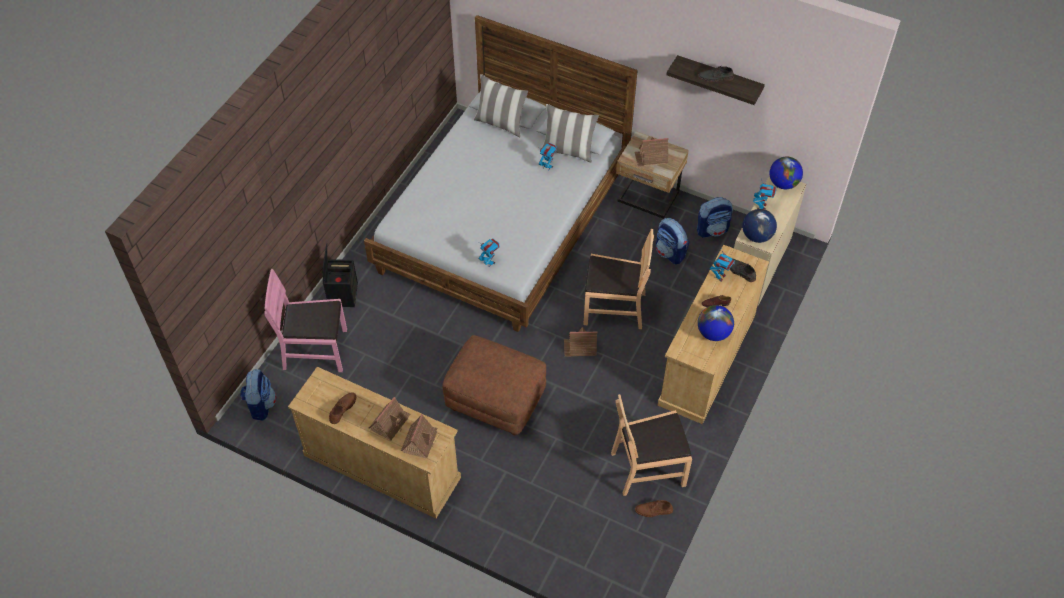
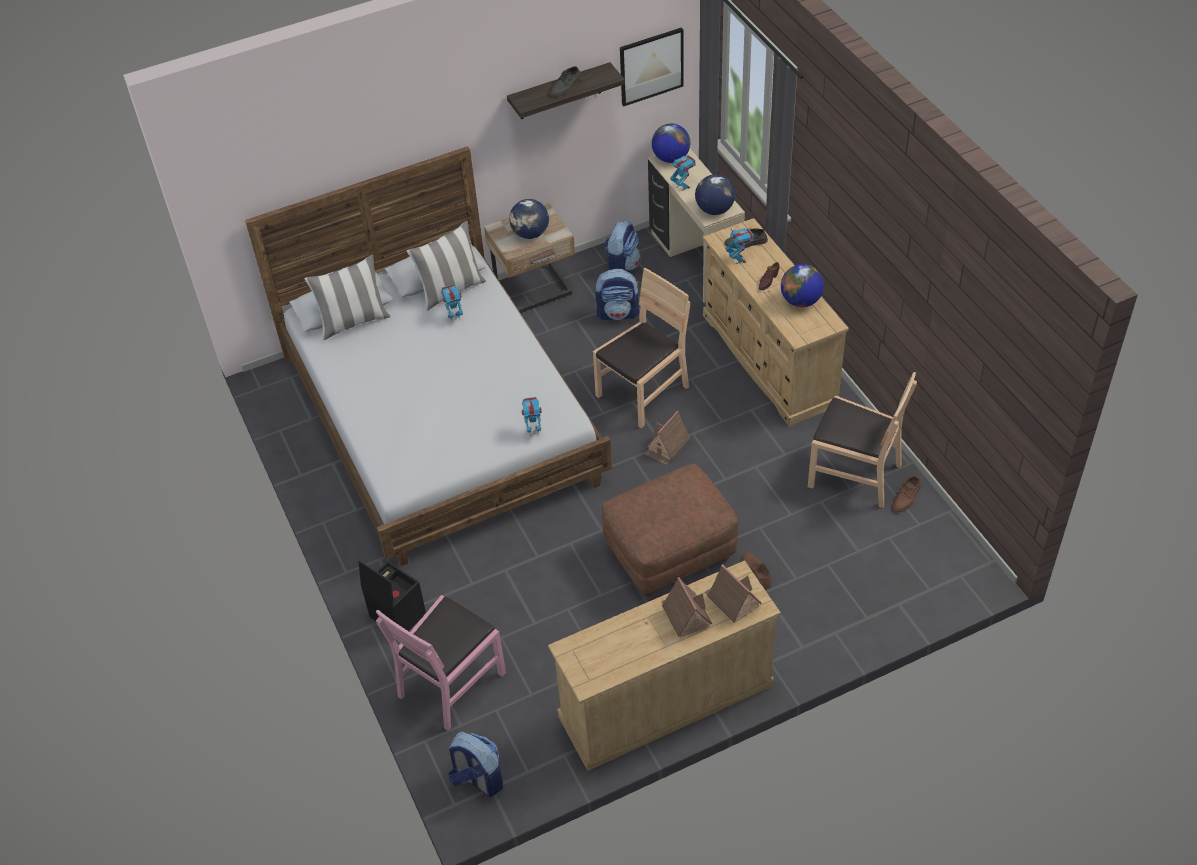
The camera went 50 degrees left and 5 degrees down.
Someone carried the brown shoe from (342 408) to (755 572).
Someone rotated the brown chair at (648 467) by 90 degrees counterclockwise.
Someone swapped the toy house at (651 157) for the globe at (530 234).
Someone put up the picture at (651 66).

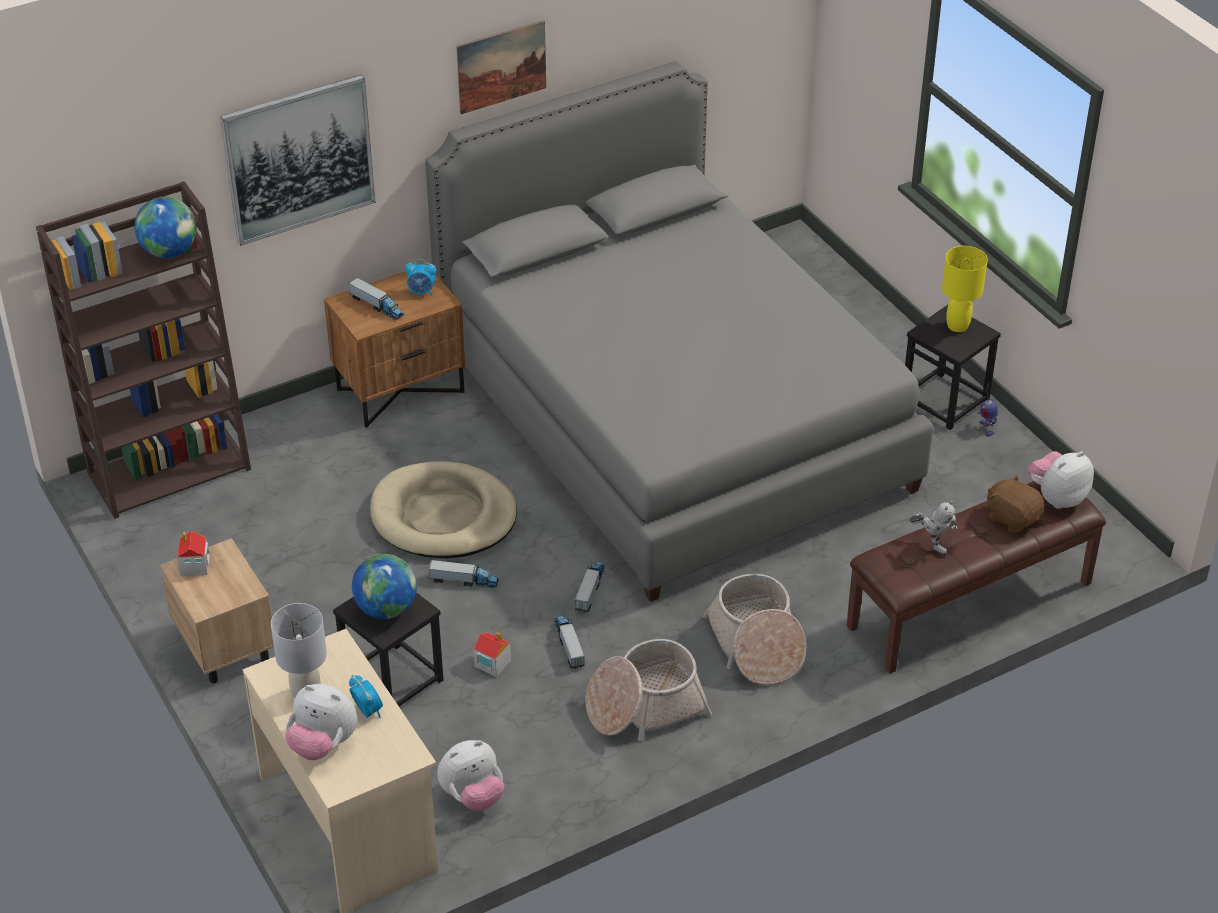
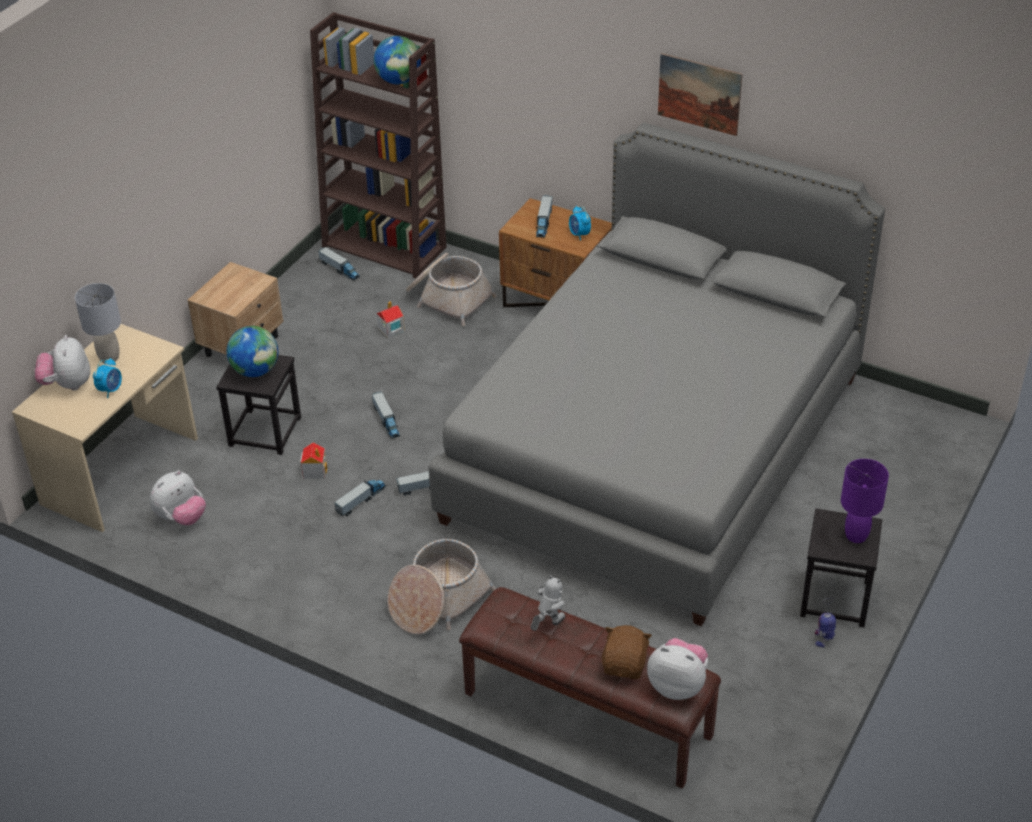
The camera went 60 degrees right and 0 degrees up.
Someone carried the toy house from (195 566) to (390 329).
Someone took away the picture at (299 159).
Someone took away the beige dog bed at (443 516).
Someone rotated the plush toy at (472 796) by 75 degrees counterclockwise.
Someone carried the basket from (644 706) to (448 298).
Someone rotated the toy robot at (932 544) by 150 degrees counterclockwise.
Someone repainted the yellow table lamp at (957 326), which became the purple table lamp at (855 536).
Someone put down the toy truck at (339 269).

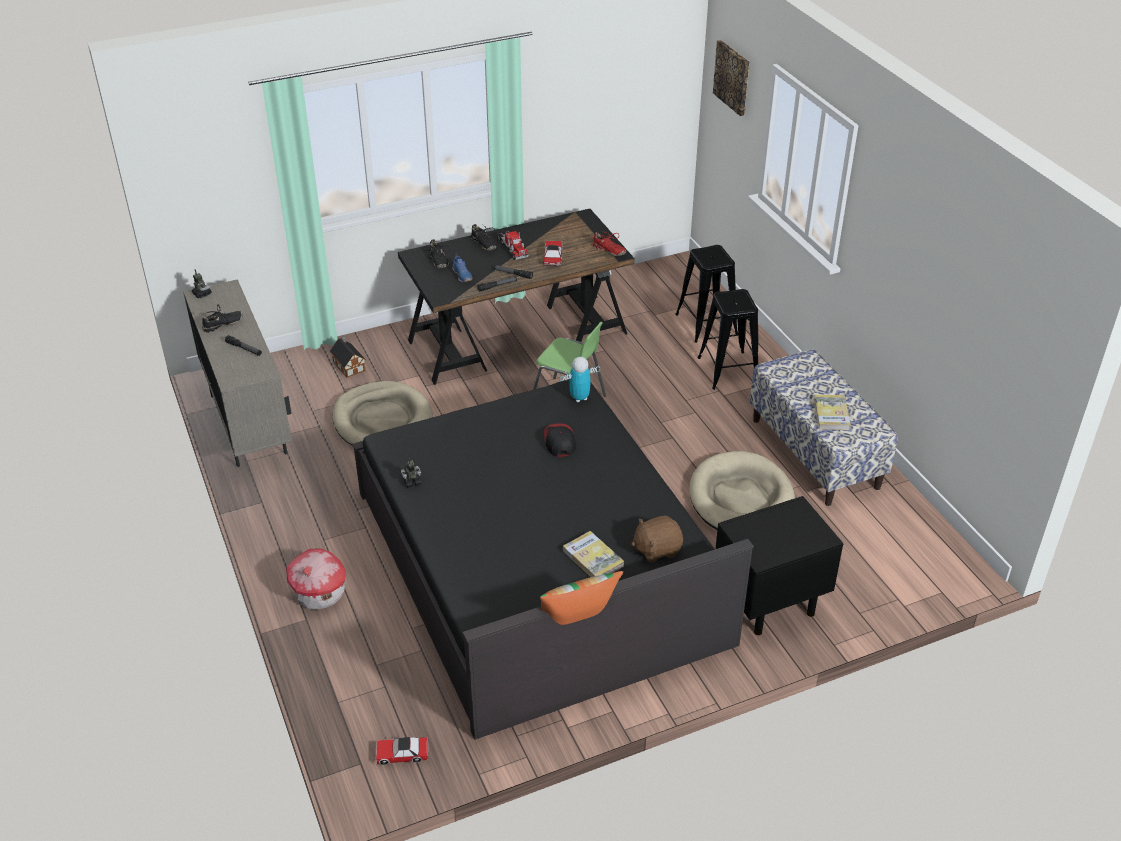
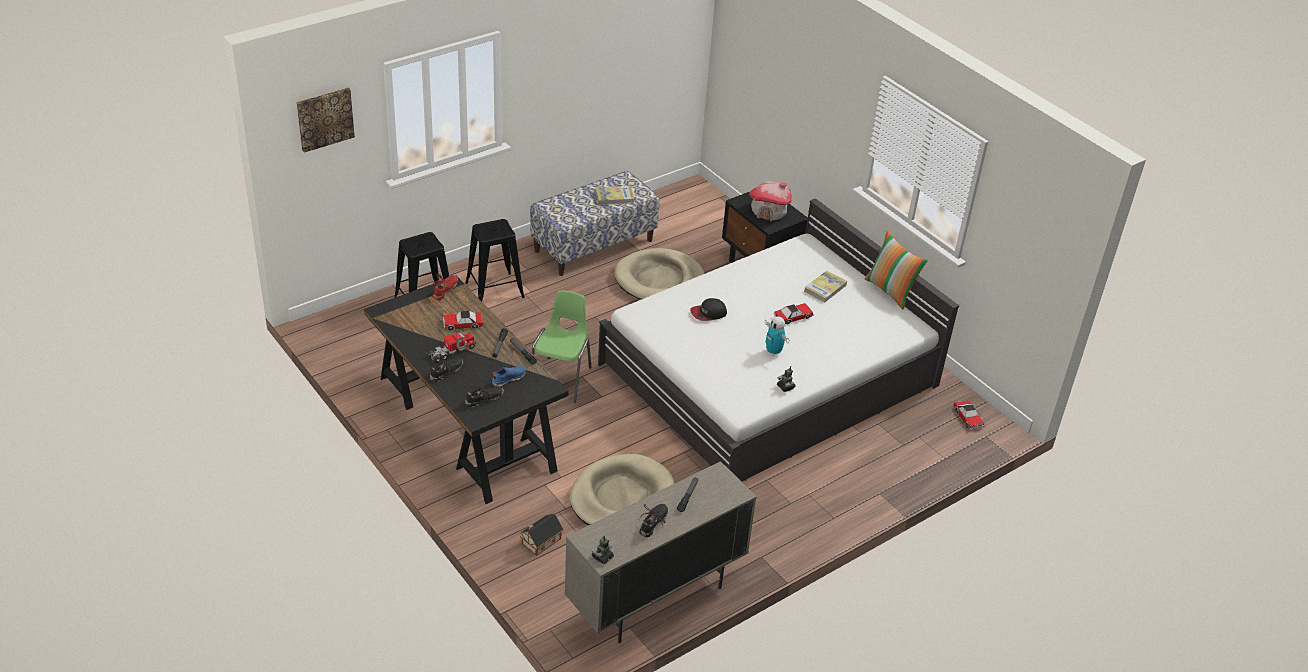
The camera went 105 degrees left and 0 degrees up.
Someone rotated the black shoe at (223 325) by 75 degrees clockwise.
Someone carried the toy house from (320 594) to (769 212).
Someone repainted the black bed at (538 566), which became the white bed at (769 375).
Someone carried the toy robot from (579 398) to (773 352).
Someone took away the brown plush toy at (656 549).
Someone put down the toy car at (793 317).

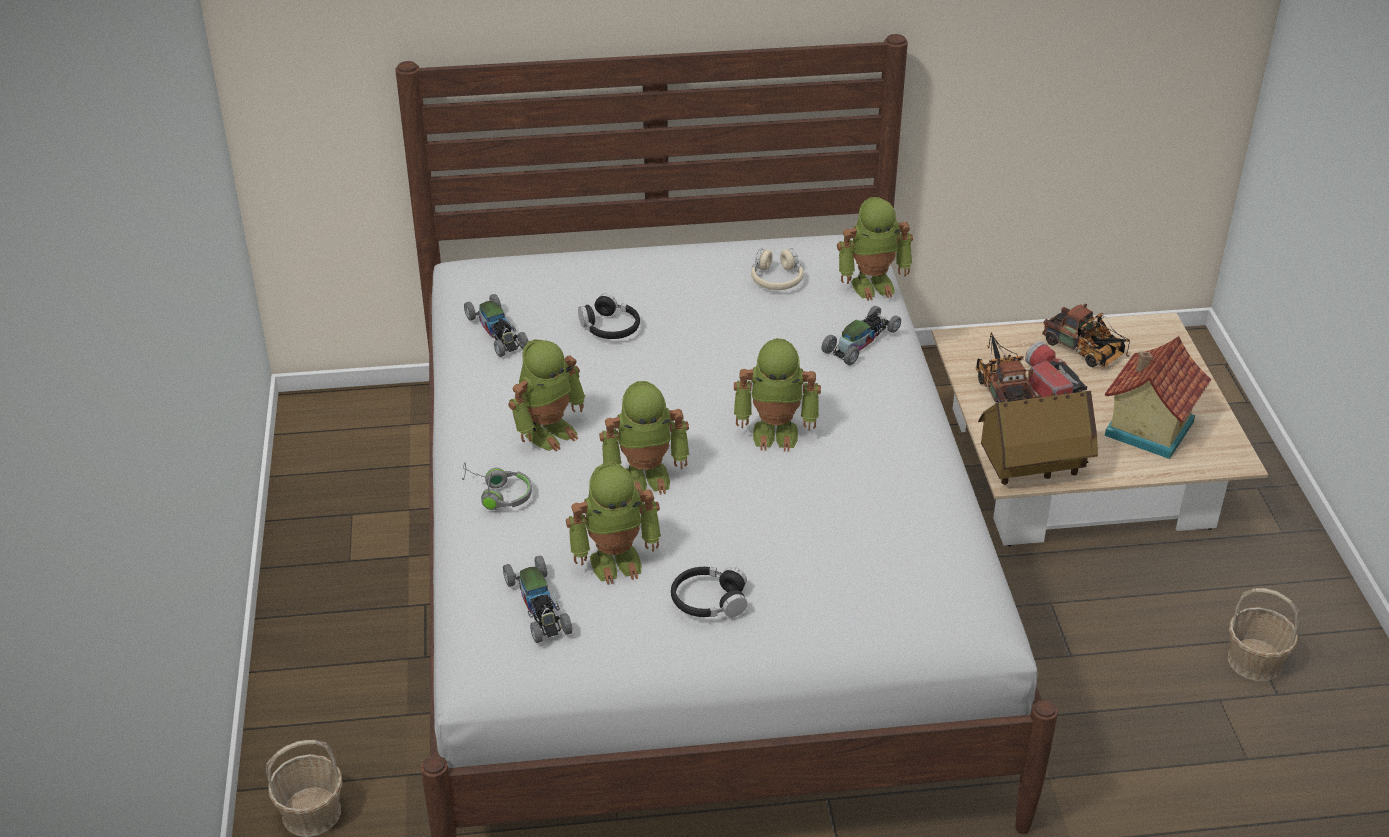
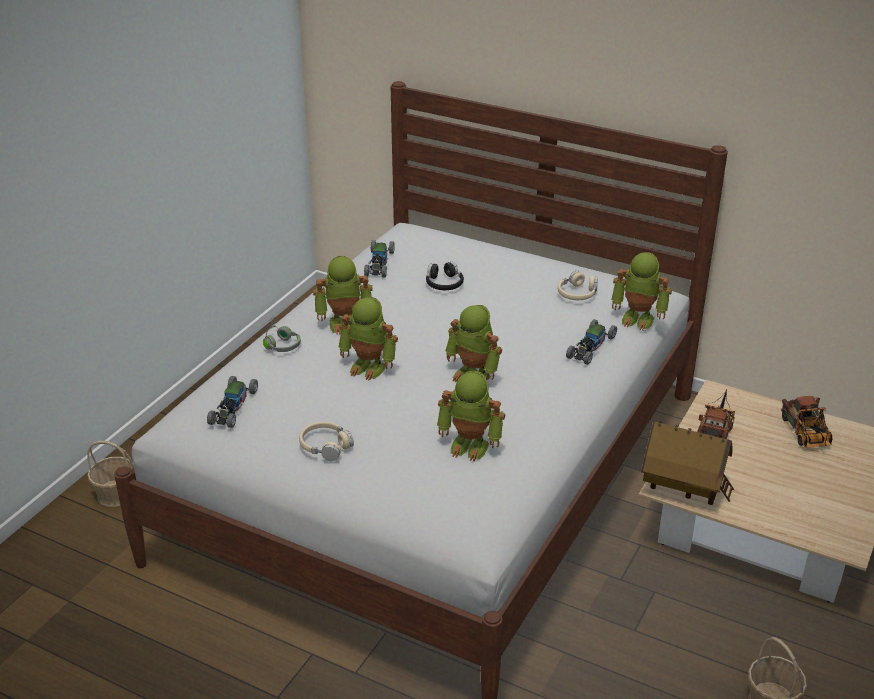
The camera went 35 degrees right and 5 degrees down.
Someone carried the toy robot from (615 560) to (470 445).
Someone repainted the black headphones at (708 601), which became the beige headphones at (325 446).
Someone rotated the toy car at (861 341) by 135 degrees clockwise.
Someone took away the flashlight at (1048 384).
Someone took away the toy house at (1146 428).

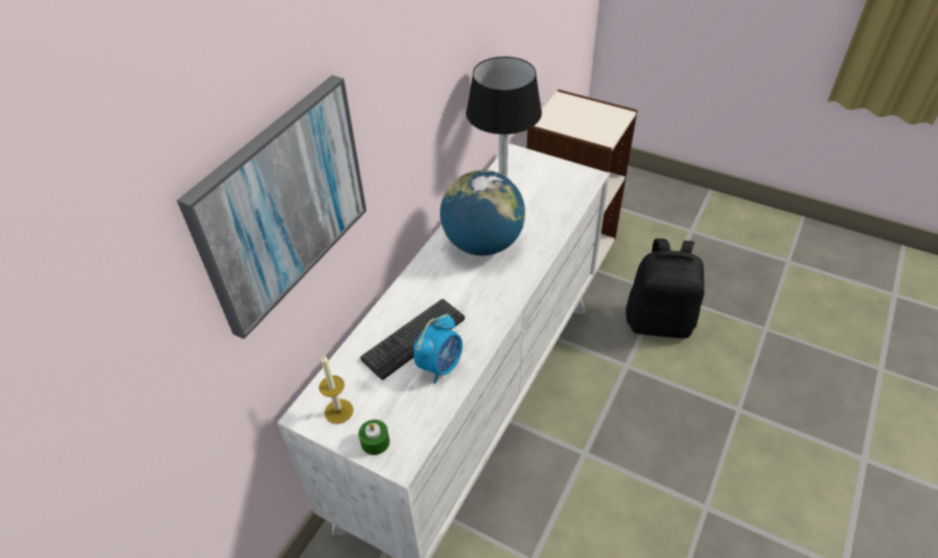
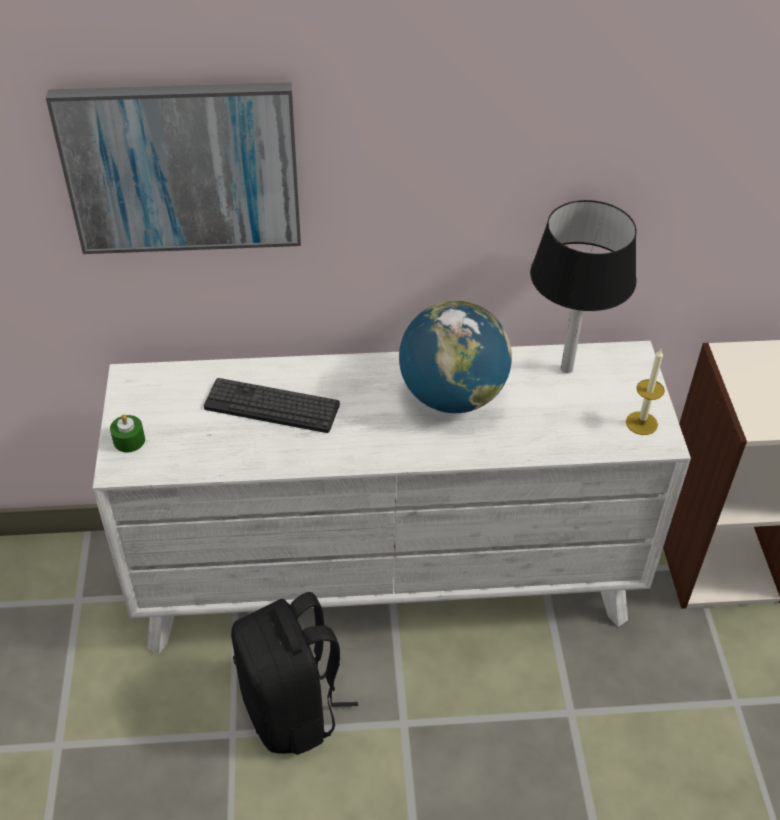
The camera went 55 degrees right and 0 degrees up.
Someone carried the candle from (339 411) to (641 423).
Someone took away the alarm clock at (440 366).
Someone carried the black backpack from (659 321) to (292 709).

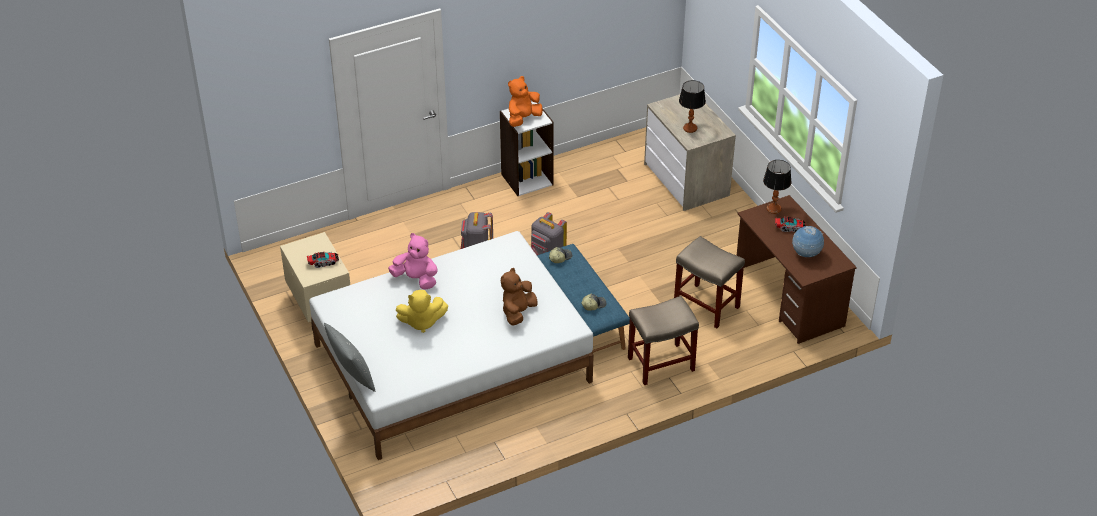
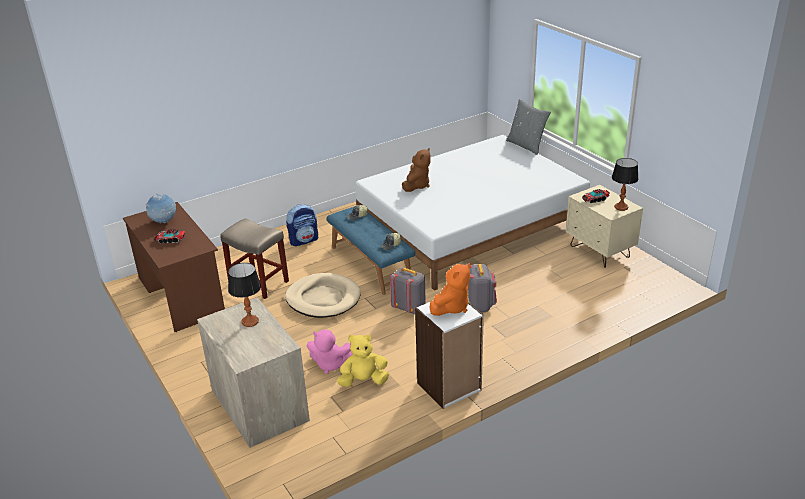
The camera went 175 degrees right and 10 degrees down.
Someone carried the pink plush toy from (416 279) to (331 364).
Someone carried the yellow plush toy from (421 322) to (364 381).
Someone swapped the beige stool at (660 364) for the backpack at (304 240).
Someone carried the table lamp from (774 209) to (621 207).
Someone put down the beige dog bed at (323 298).

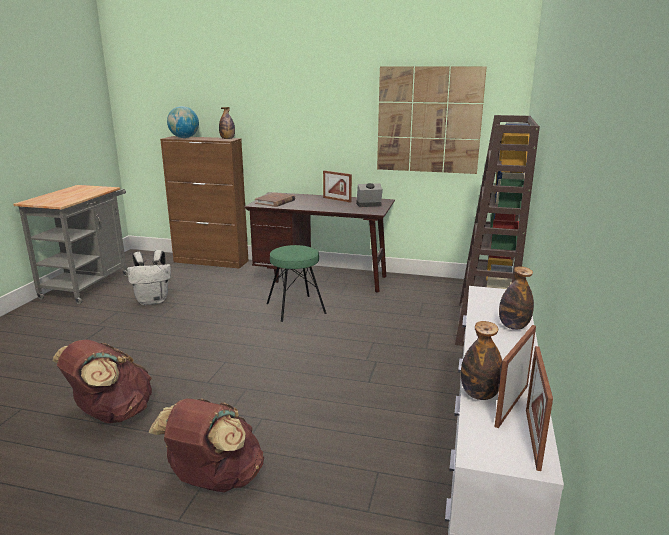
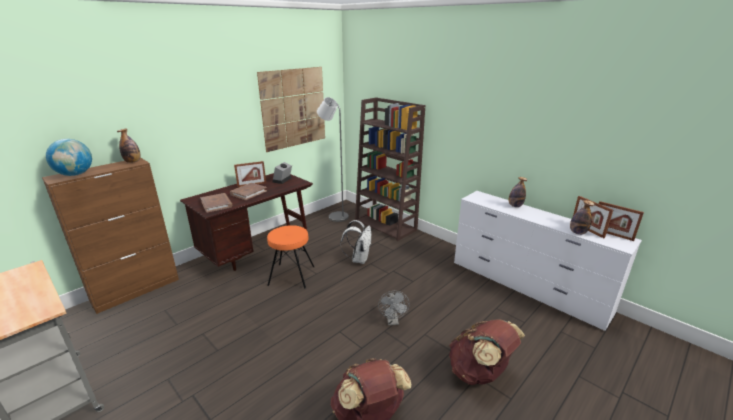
The camera went 60 degrees left and 5 degrees up.
Someone carried the white backpack from (153 301) to (359 259).
Someone repainted the green stool at (295 308), which became the orange stool at (291 276).
Someone put down the brown book at (248 193).
Someone put down the grey floor lamp at (335 216).
Someone put down the grey fan at (393 321).

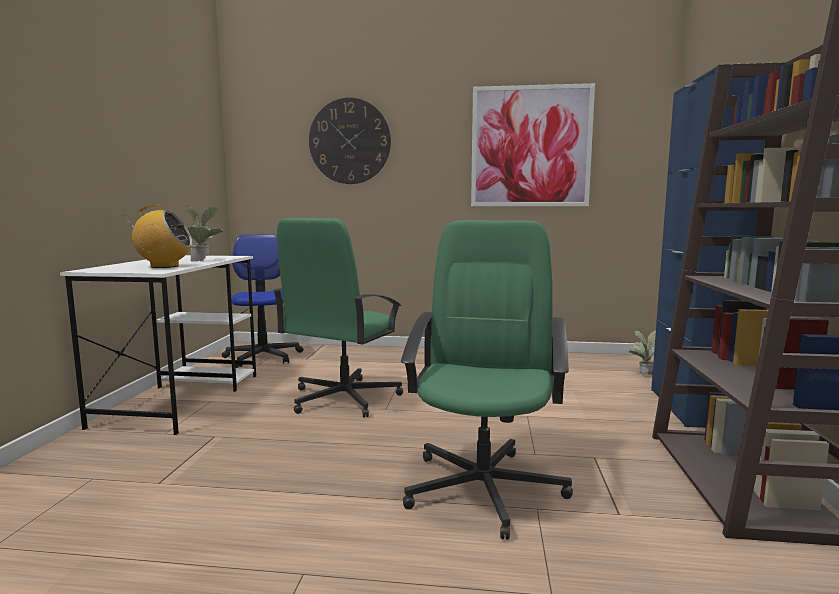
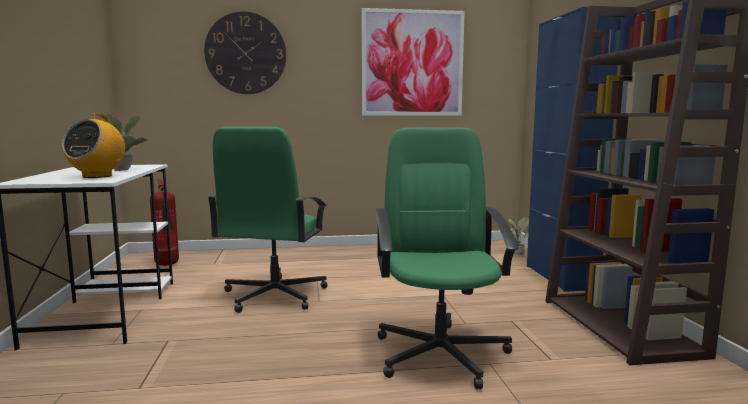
The camera went 15 degrees left and 0 degrees up.
Someone rotated the radio at (164 266) by 120 degrees clockwise.
Someone swapped the office chair at (263 357) for the fire extinguisher at (168 265).

